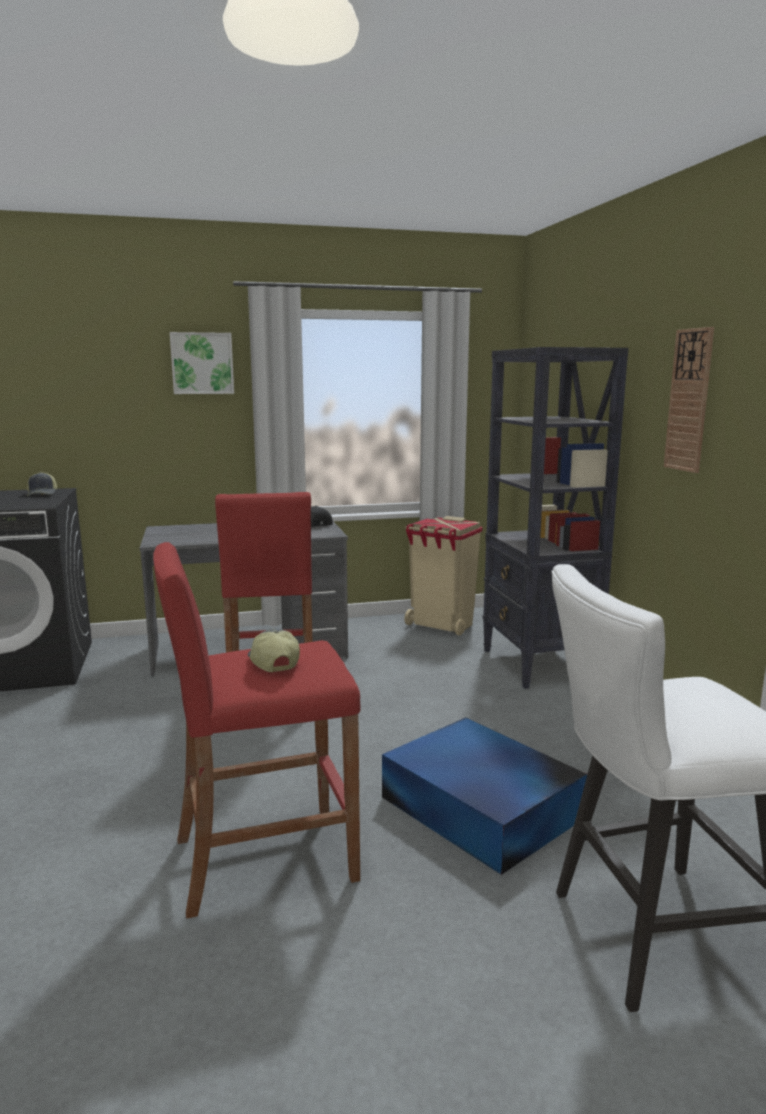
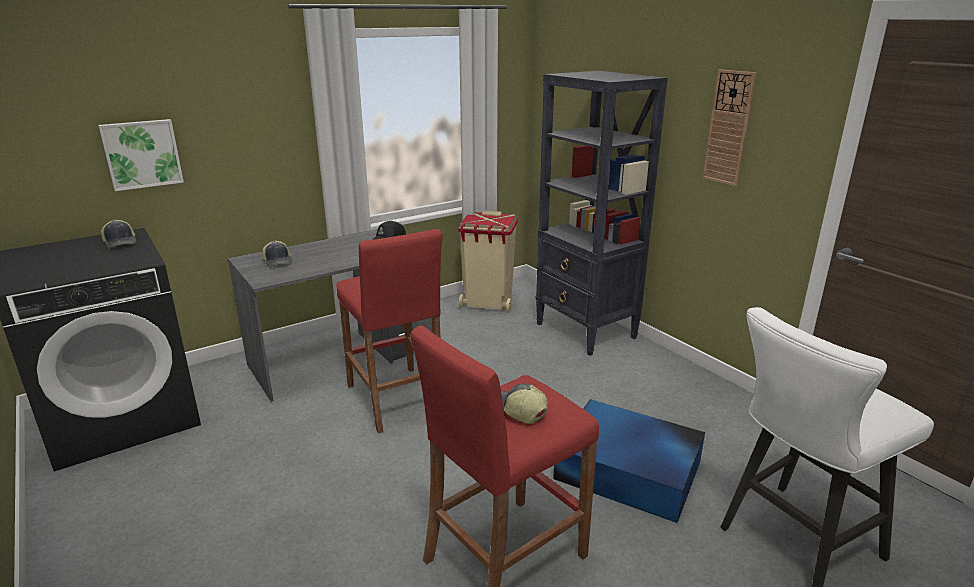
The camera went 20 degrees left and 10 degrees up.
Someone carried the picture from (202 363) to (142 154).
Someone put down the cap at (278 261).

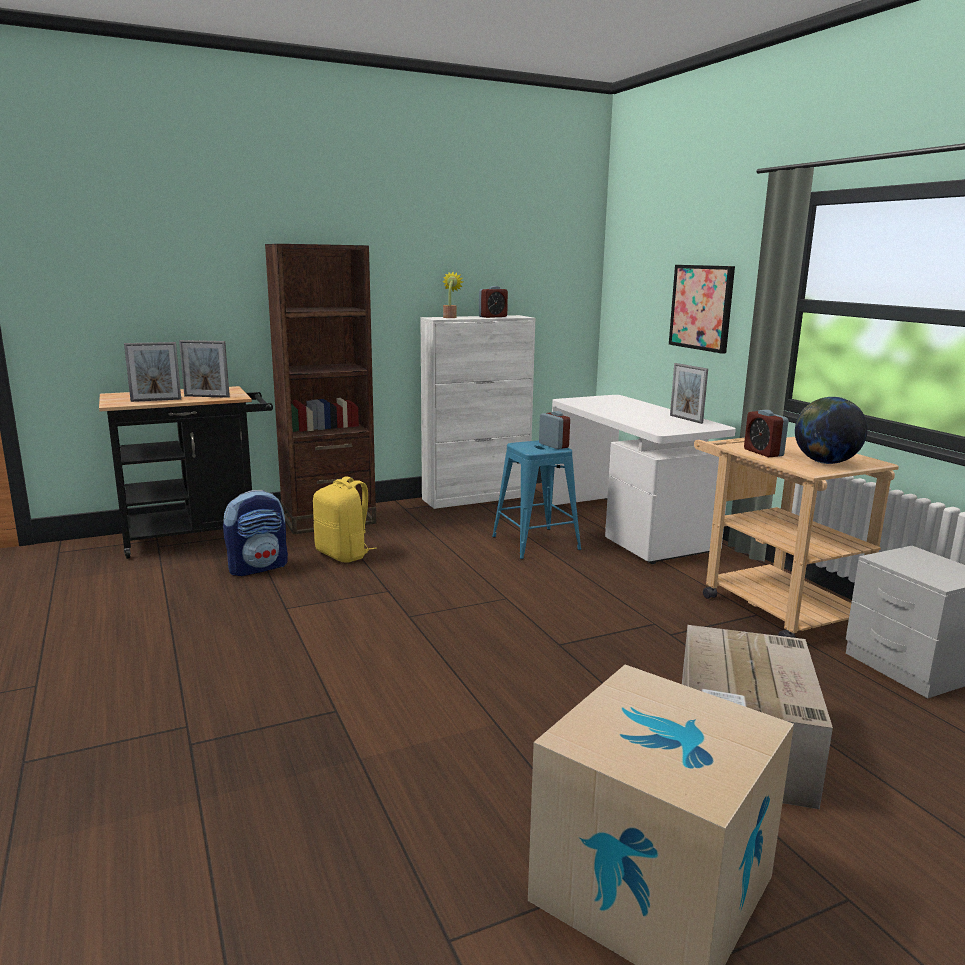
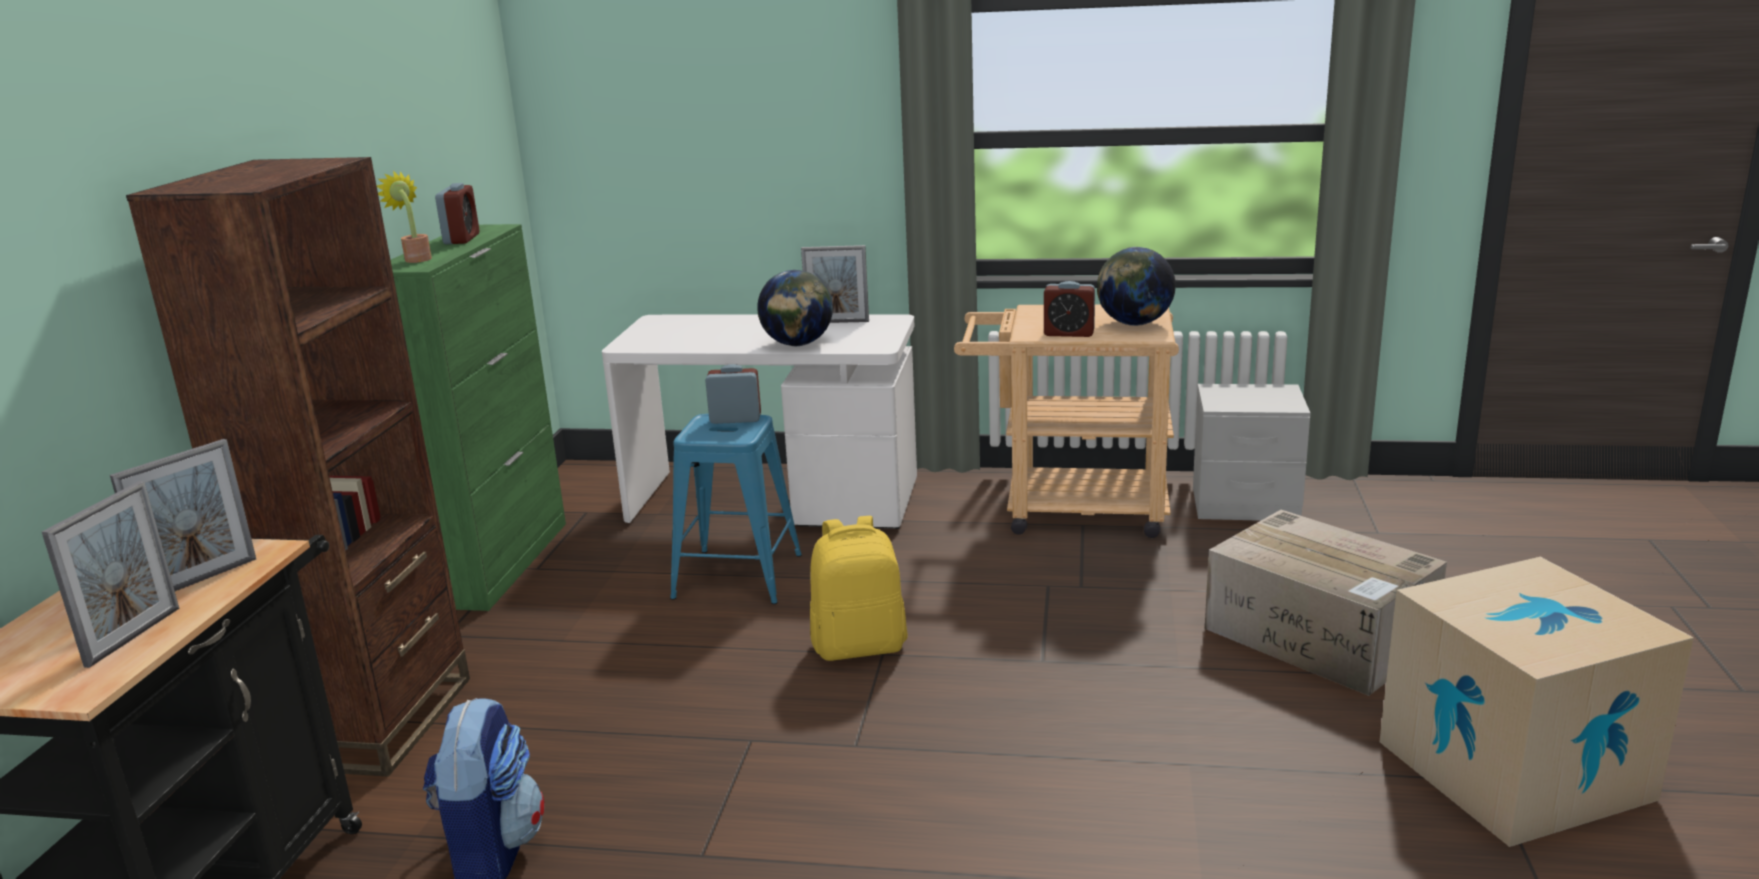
The camera went 55 degrees left and 5 degrees up.
Someone carried the yellow backpack from (344 554) to (860 646).
Someone repainted the white cabinet at (477 497), which became the green cabinet at (503 563).
Someone took away the picture at (702 307).
Someone put down the globe at (797 344).

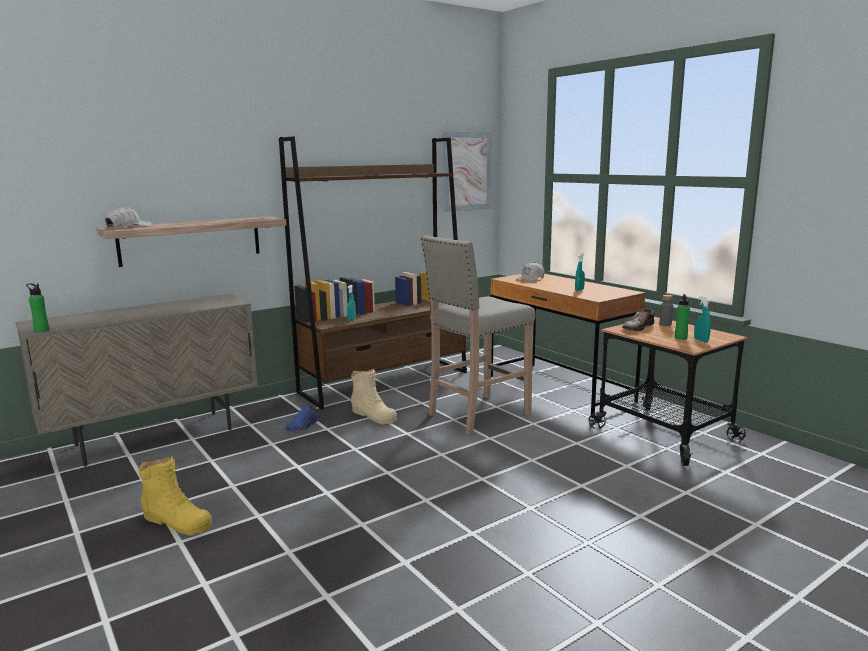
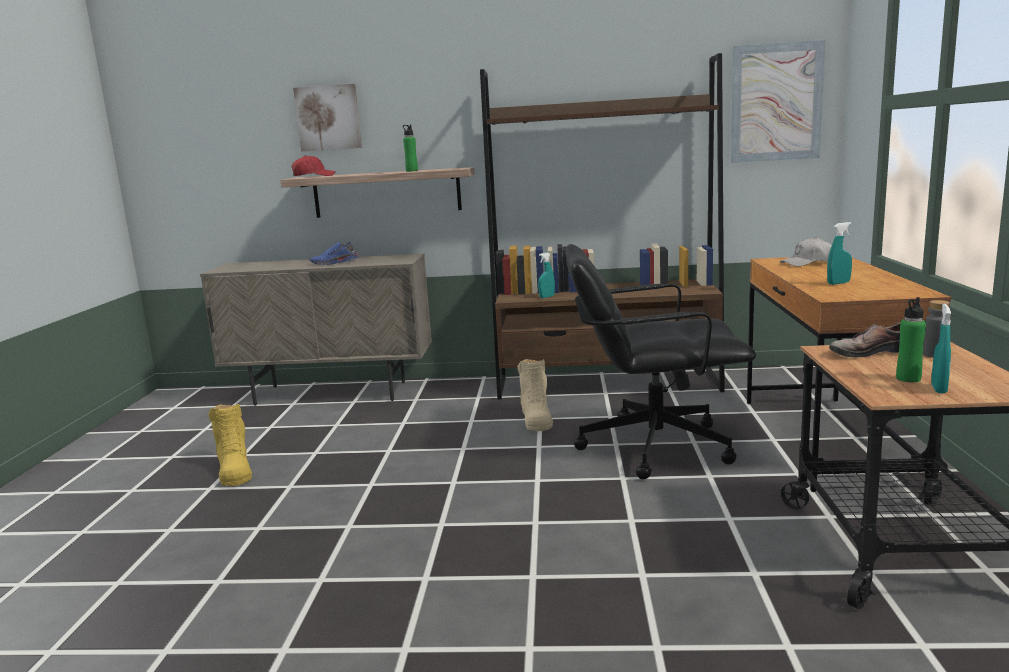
The camera went 40 degrees right and 0 degrees up.
Someone carried the green bottle from (41 330) to (412 171).
Someone repainted the white cap at (128 227), which became the red cap at (313 176).
Someone carried the blue shoe from (304 426) to (335 263).
Someone swapped the beige stool at (477 414) for the black office chair at (653 446).
Someone put up the picture at (328 118).

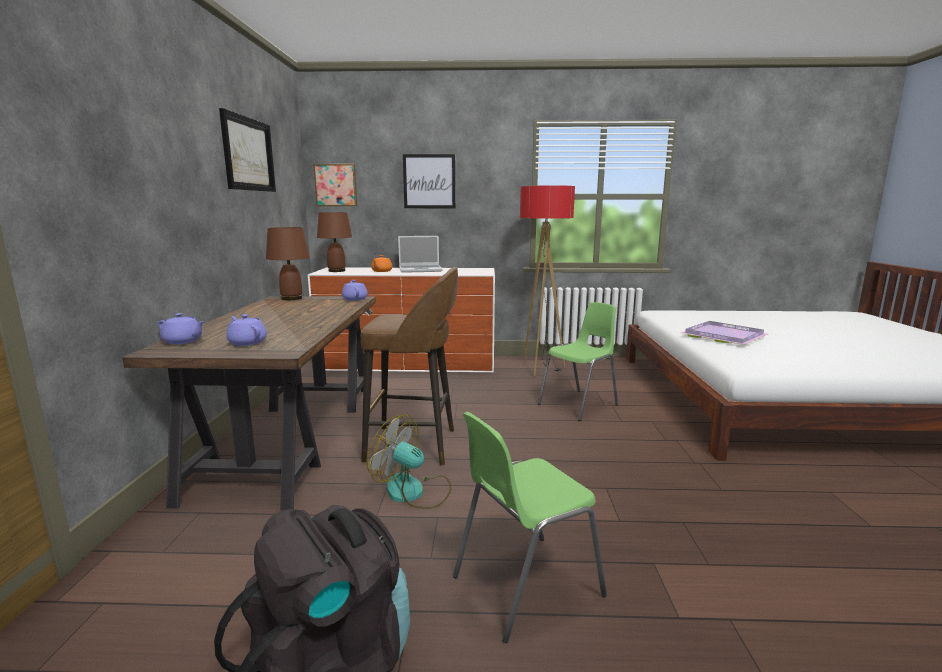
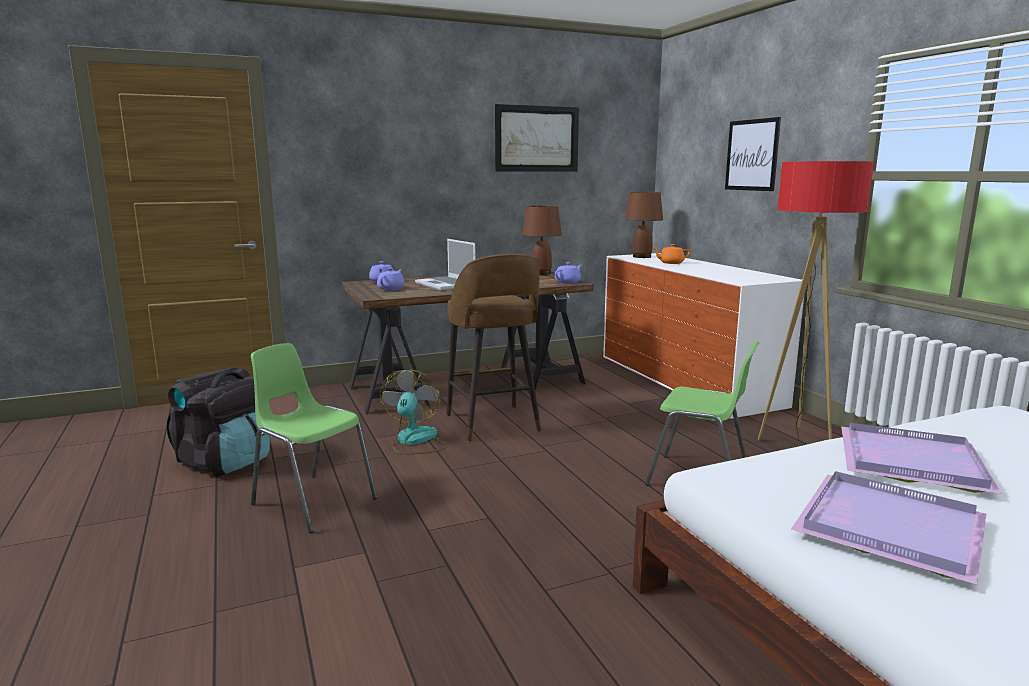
The camera went 65 degrees right and 0 degrees up.
Someone took away the picture at (336 185).
Someone carried the laptop from (421 270) to (446 285).
Someone put down the purple tray at (886 525).

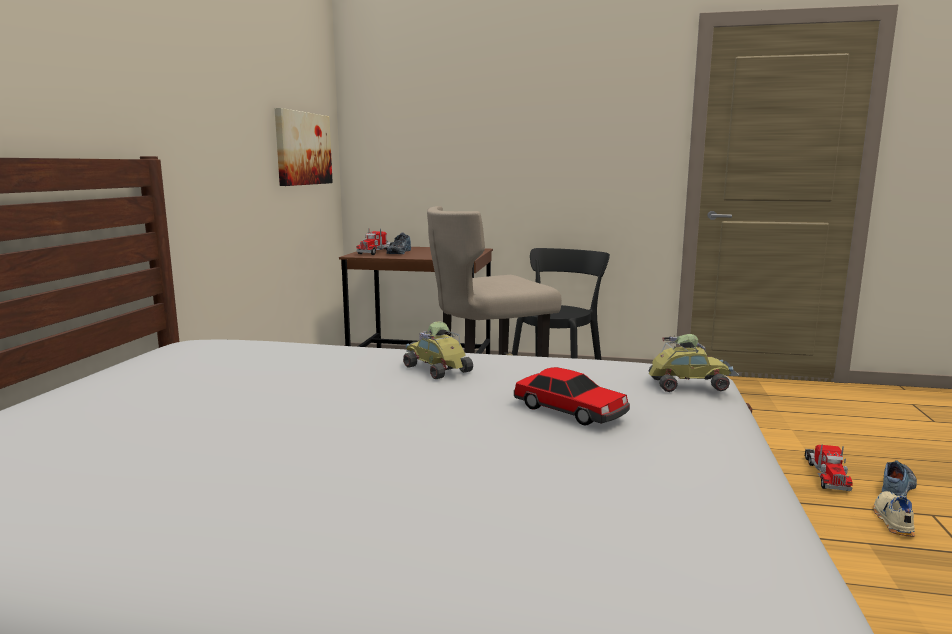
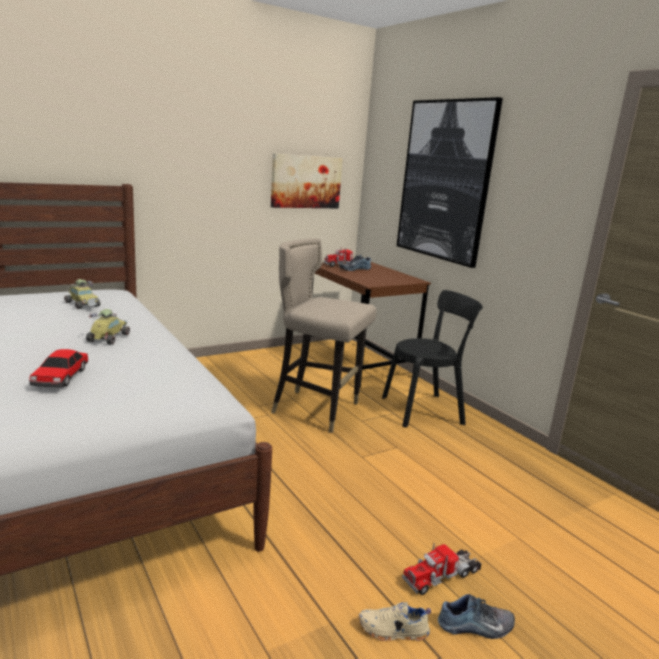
The camera went 45 degrees right and 5 degrees up.
Someone carried the toy car from (689 384) to (83 304).
Someone rotated the beige shoe at (892 520) by 150 degrees counterclockwise.
Someone put up the picture at (445 181).

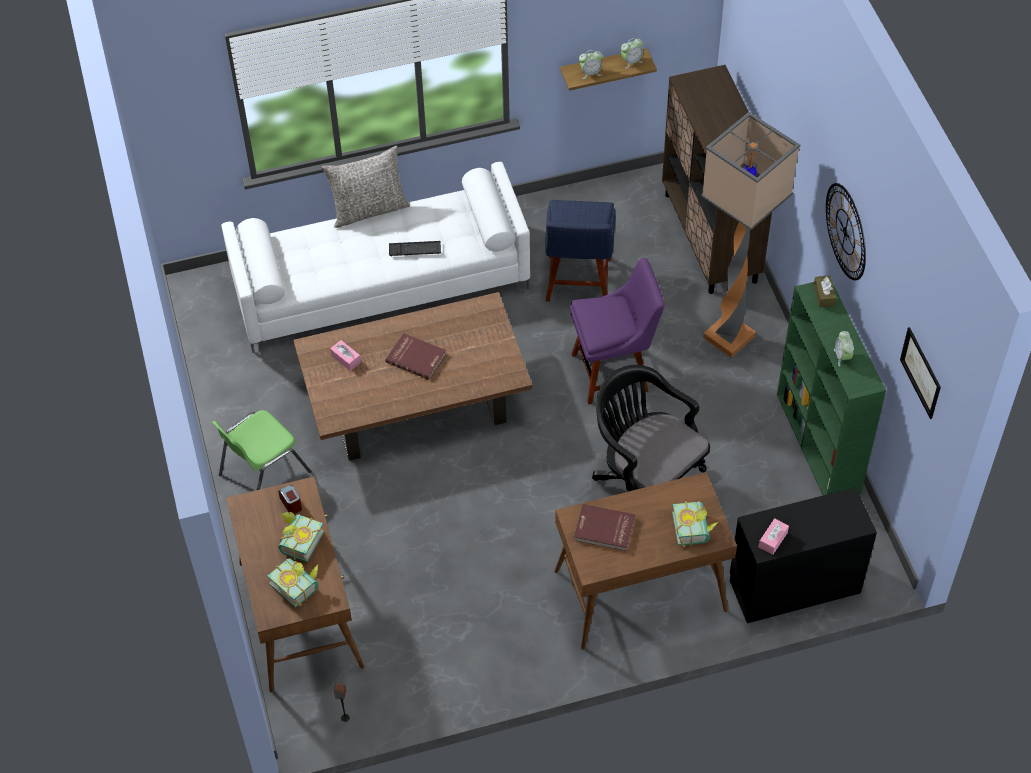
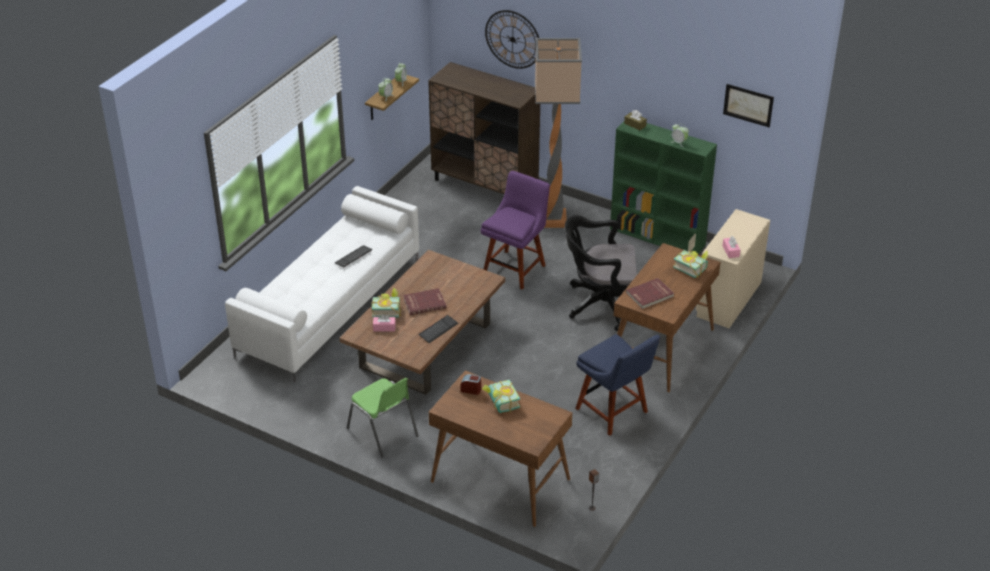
The camera went 45 degrees left and 15 degrees down.
Someone rotated the green chair at (263 473) by 45 degrees counterclockwise.
Someone carried the book from (298 584) to (386 310).
Someone took away the grey pillow at (369 209).
Someone carried the blue chair from (578 283) to (614 412).
Someone repainted the black dresser at (793 585), which became the beige dresser at (727 299).
Someone carried the wall clock from (845 231) to (512 39).
Someone put down the keyboard at (438 330).

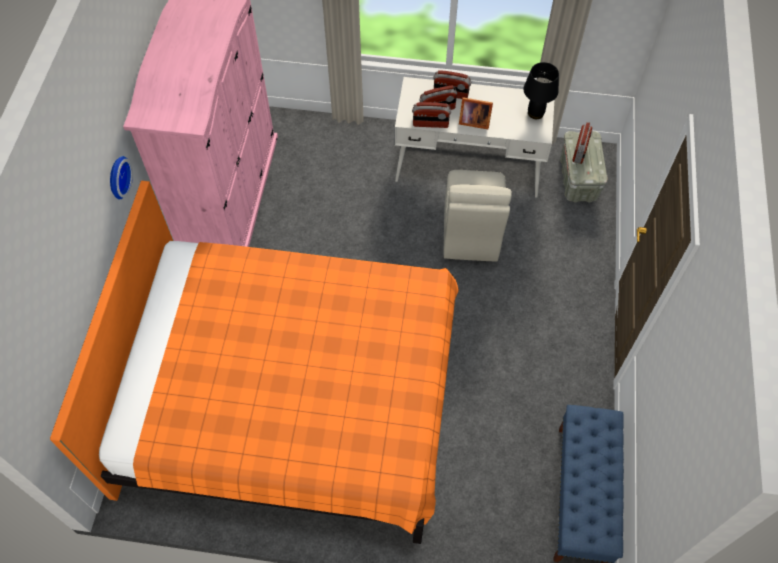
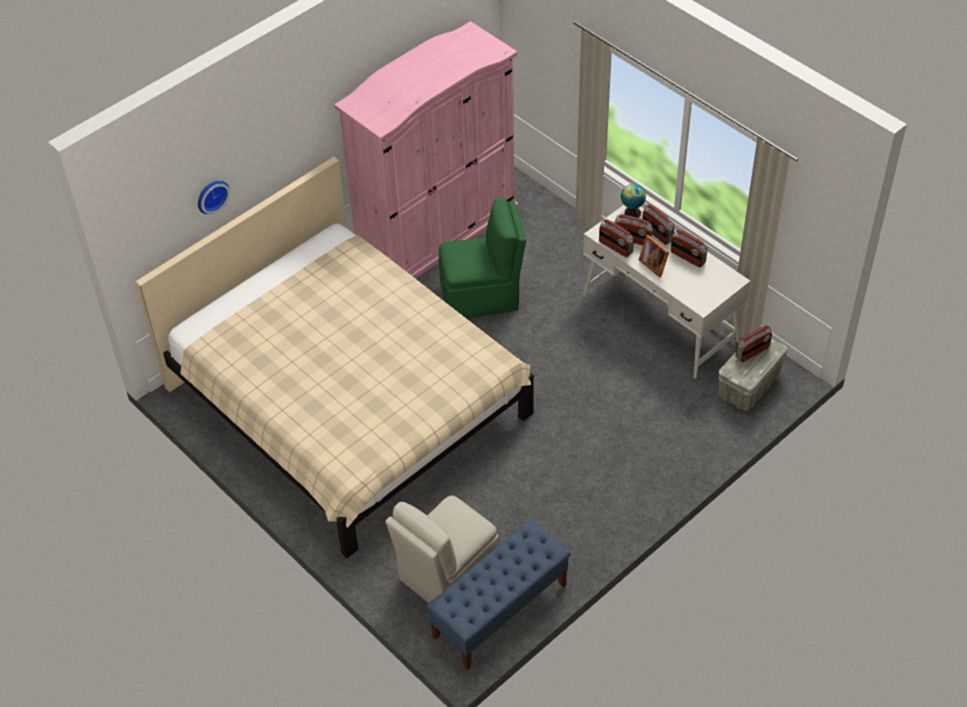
The camera went 40 degrees right and 10 degrees down.
Someone repainted the orange bed at (291 397), which became the beige bed at (347 402).
Someone carried the wall clock from (117 177) to (211 195).
Someone carried the beige chair from (470 233) to (447 573).
Someone took away the black table lamp at (535 113).
Someone put down the green chair at (482 296).
Someone put down the globe at (631 212).
Someone put down the radio at (687 257).

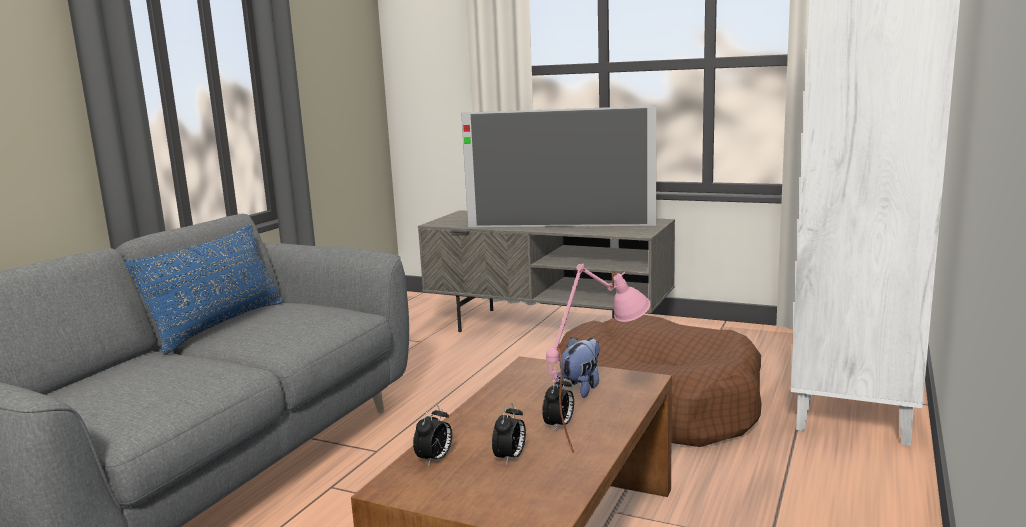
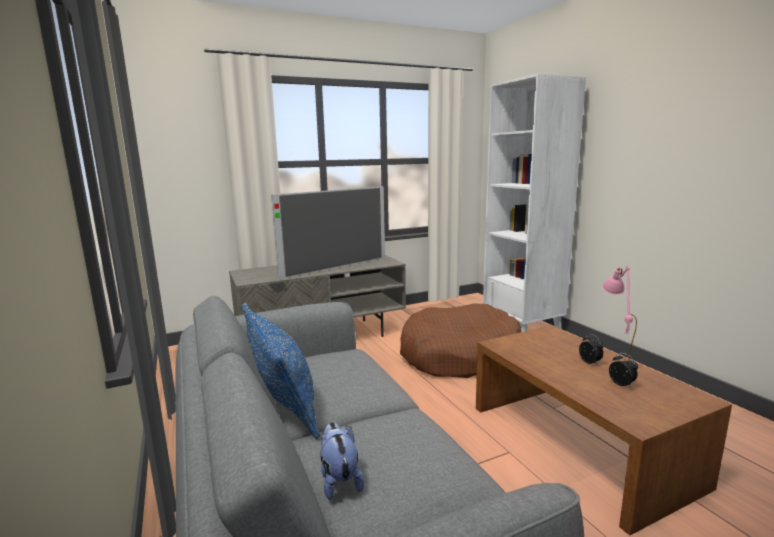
The camera went 50 degrees left and 0 degrees up.
Someone took away the alarm clock at (435 459).
Someone carried the plush toy from (581 388) to (339 480).

